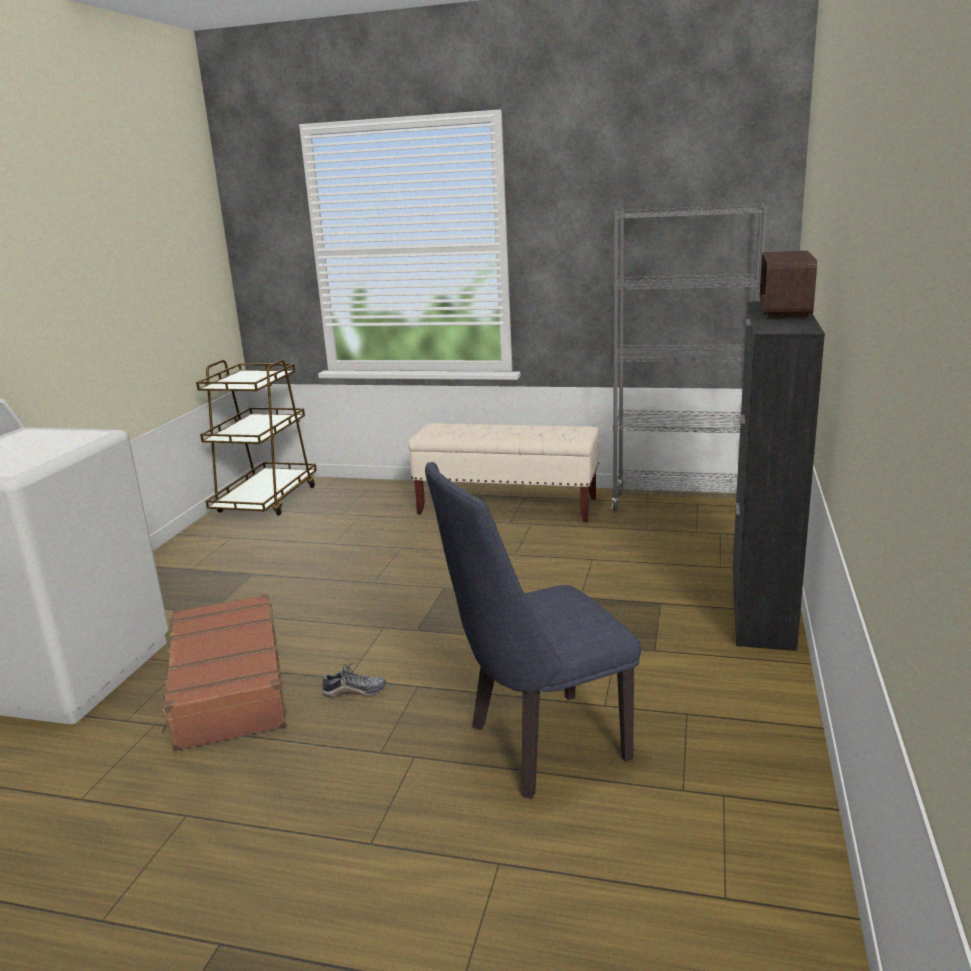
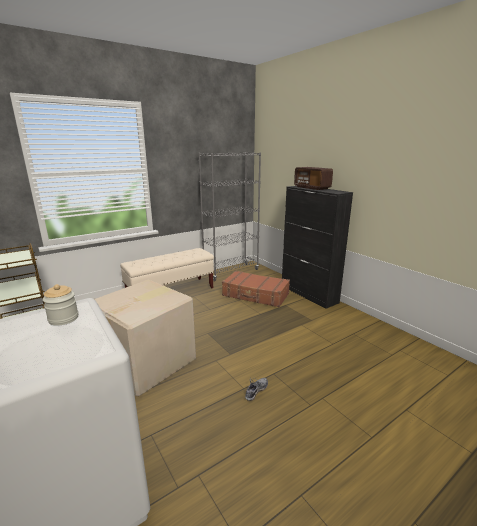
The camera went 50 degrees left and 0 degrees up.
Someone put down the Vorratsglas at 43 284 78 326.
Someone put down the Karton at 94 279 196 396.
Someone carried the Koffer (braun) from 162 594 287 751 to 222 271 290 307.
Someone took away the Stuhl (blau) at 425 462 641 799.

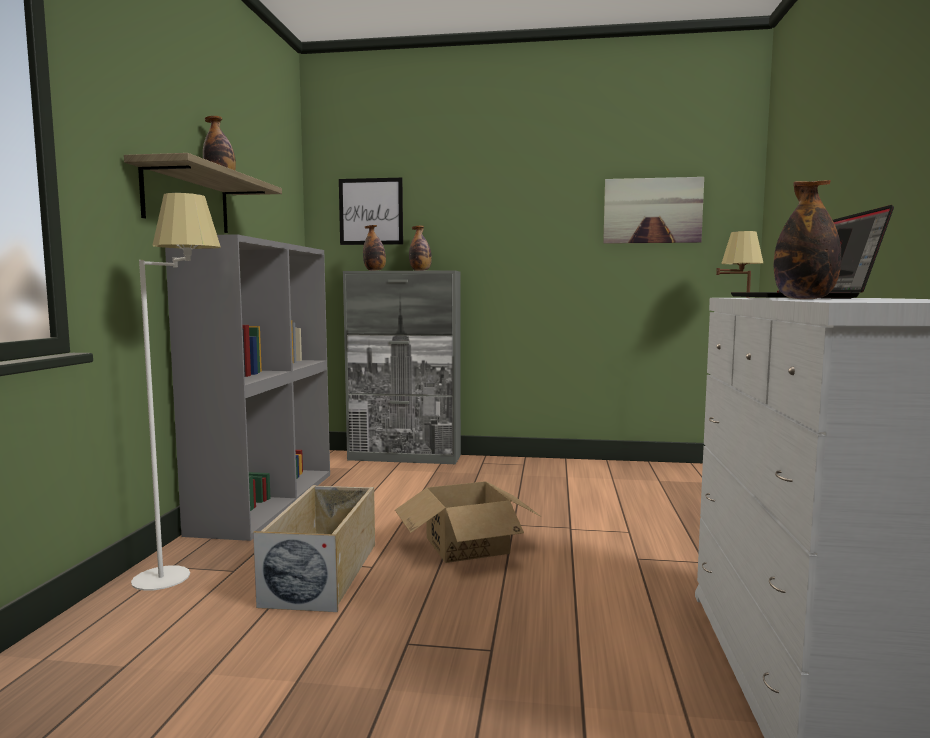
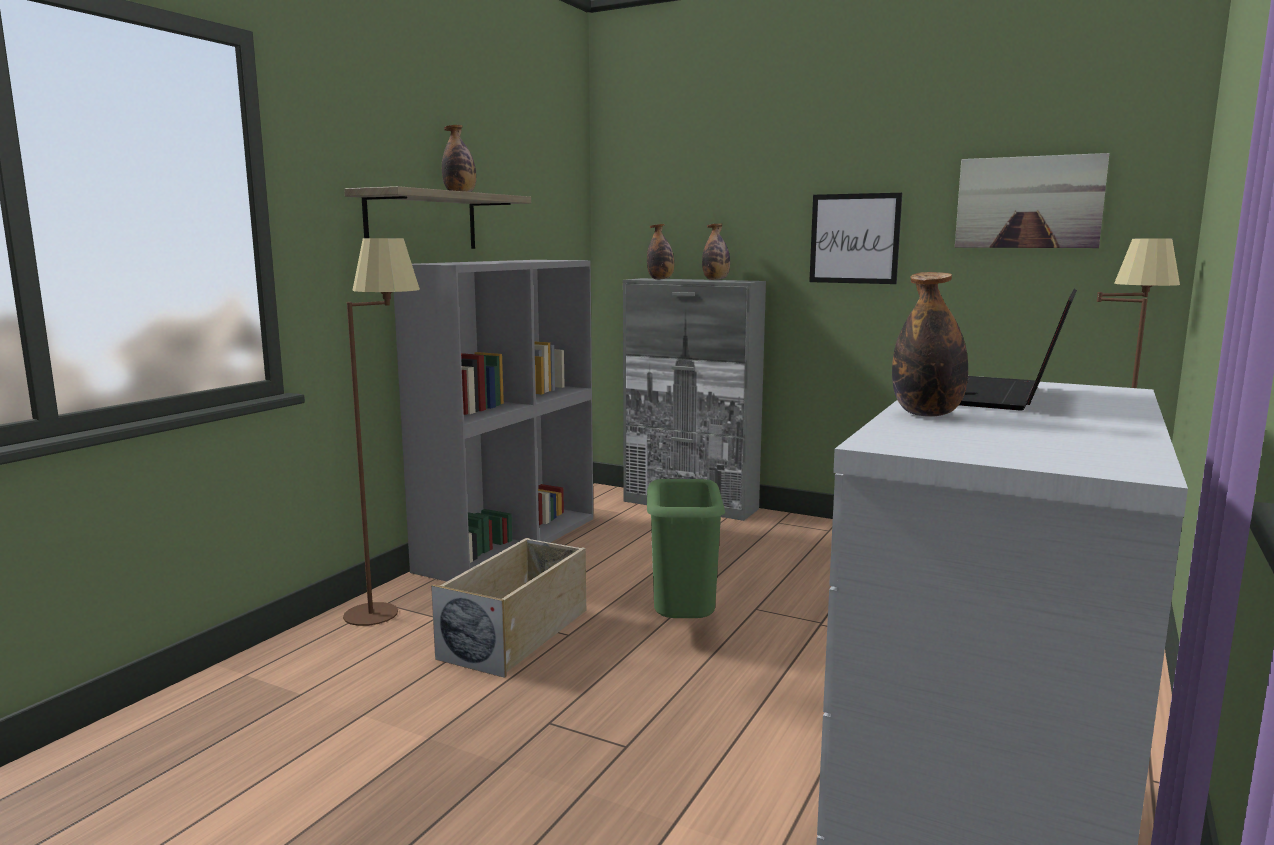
The camera went 20 degrees right and 5 degrees up.
Someone repainted the Stehlampe (weiß) at 131 193 221 591, which became the Stehlampe (braun) at 343 238 420 626.
Someone swapped the Karton at 395 481 540 563 for the Mülleimer (grün) at 647 479 725 618.
Someone carried the Bild from 339 178 403 245 to 809 193 902 284.

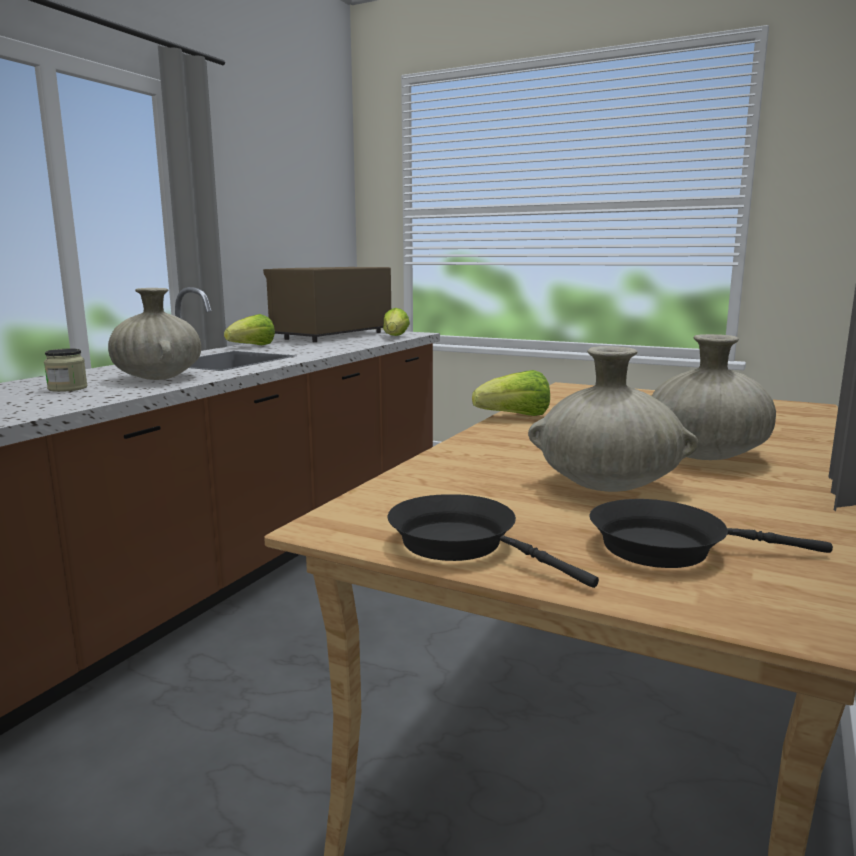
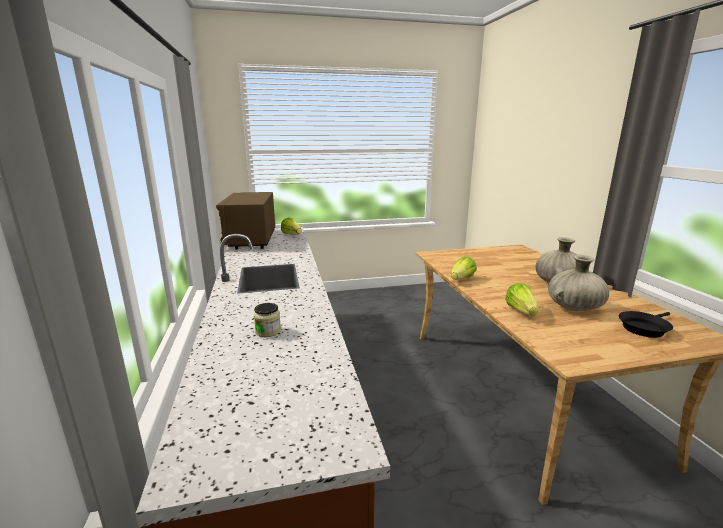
The camera went 40 degrees left and 5 degrees up.
Someone carried the Salatkopf from 224 314 275 345 to 505 283 538 316.
Someone took away the Vase (beige) at 108 288 201 380.
Someone took away the Pfanne (schwarz) at 387 494 599 588.

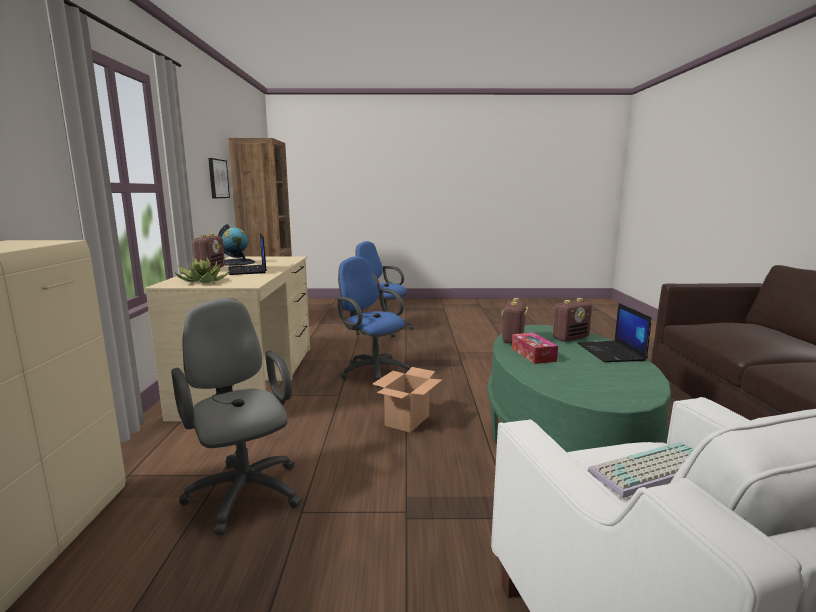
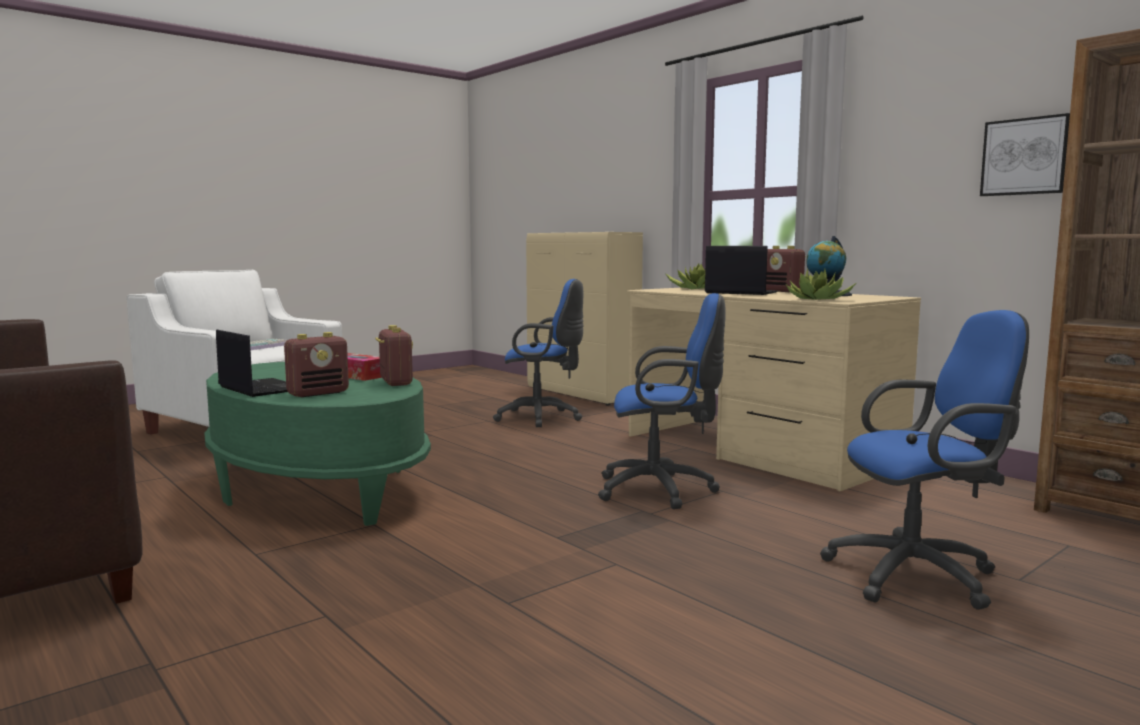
The camera went 140 degrees right and 5 degrees down.
Someone rotated the Radio at 553 298 592 342 by 150 degrees counterclockwise.
Someone repainted the Bürostuhl (grau) at 171 298 301 535, which became the Bürostuhl (blau) at 493 279 584 427.
Someone put down the Topfpflanze at 786 268 856 300.
Someone took away the Karton at 373 367 442 433.

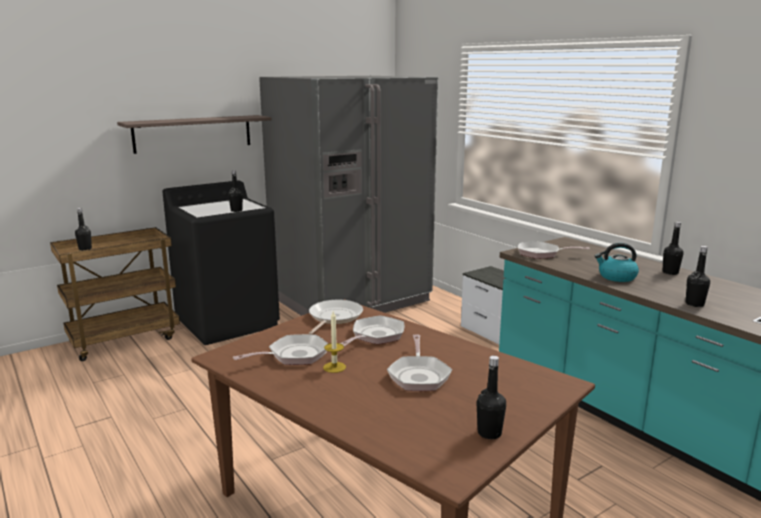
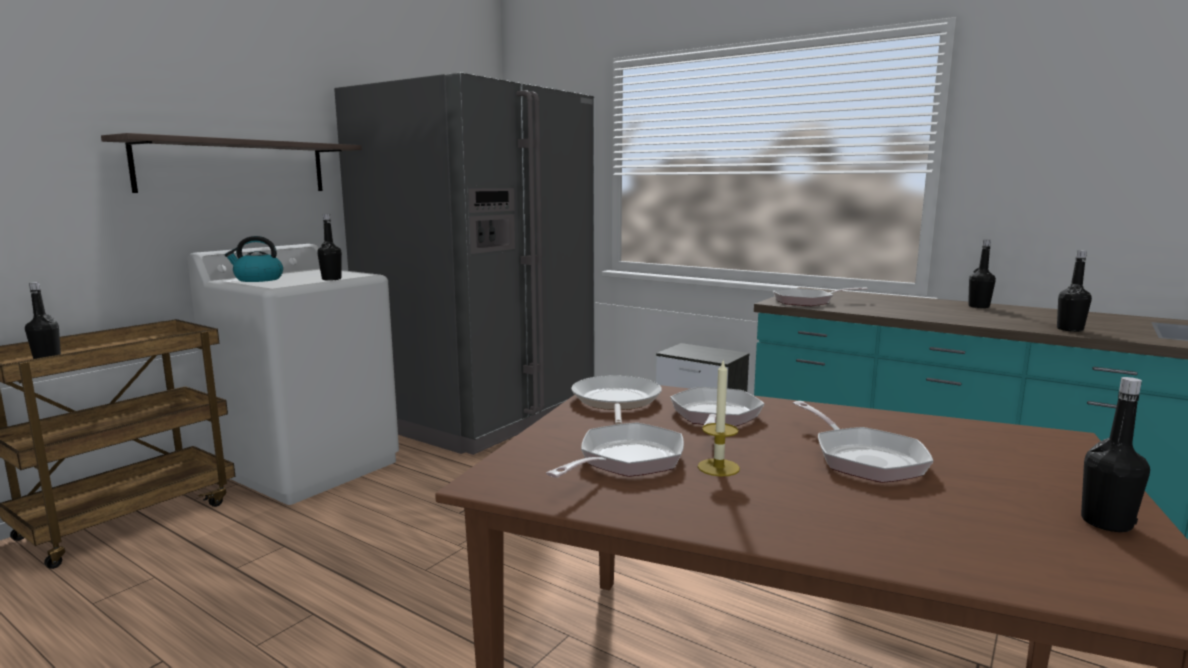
The camera went 20 degrees left and 5 degrees down.
Someone repainted the Waschmaschine (schwarz) at 162 181 280 345, which became the Waschmaschine (weiß) at 187 244 399 505.
Someone carried the Wasserkessel from 595 243 639 282 to 225 236 283 282.

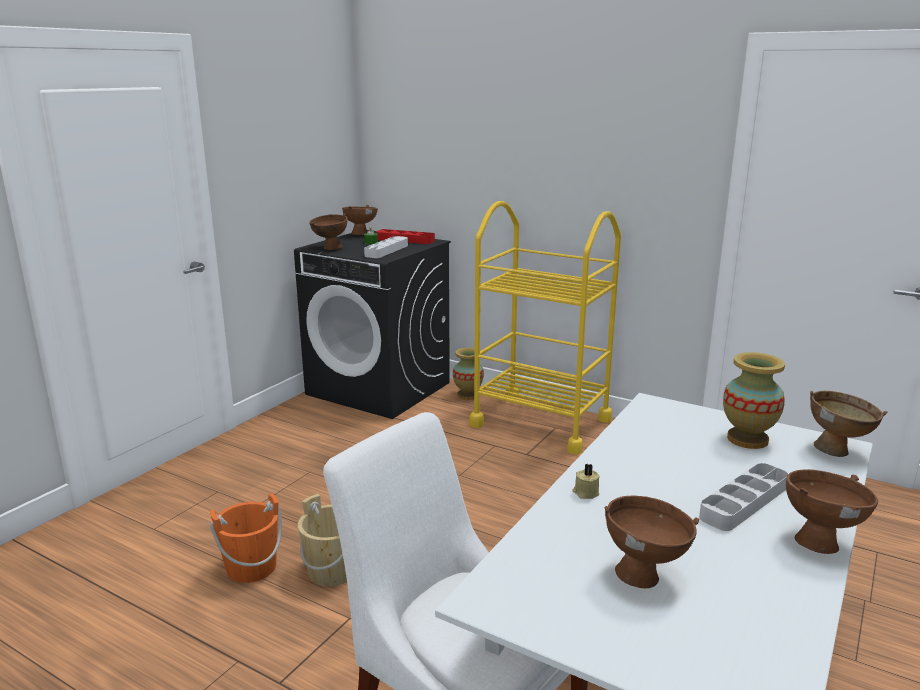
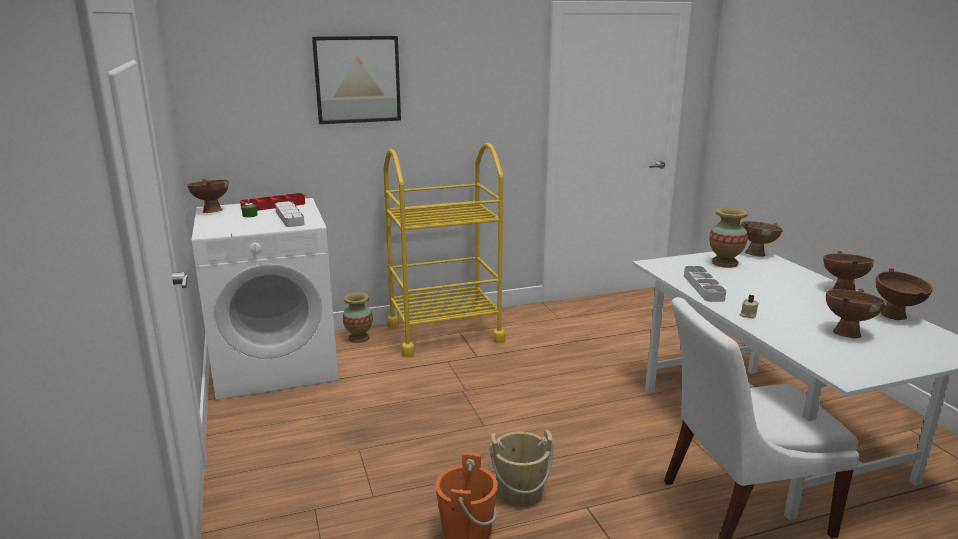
The camera went 50 degrees left and 0 degrees up.
Someone repainted the Waschmaschine (schwarz) at 294 230 451 419, which became the Waschmaschine (weiß) at 192 198 338 400.
Someone put up the Bild at 312 36 401 124.
Someone carried the Tablett (grau) from 699 463 788 531 to 684 266 726 302.
Someone carried the Schüssel (braun) from 309 213 347 250 to 875 268 933 320.

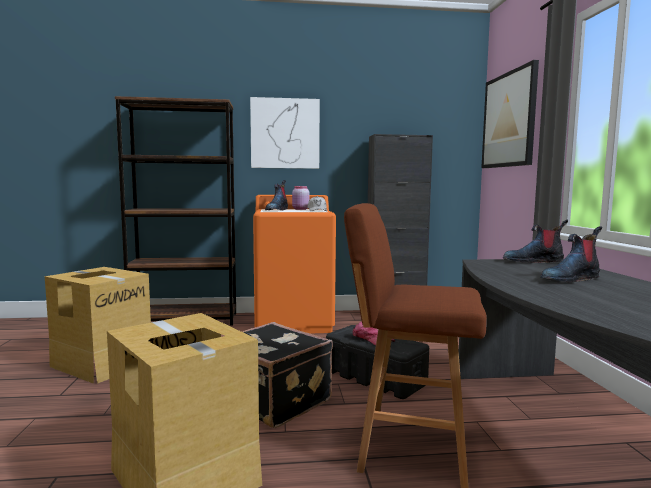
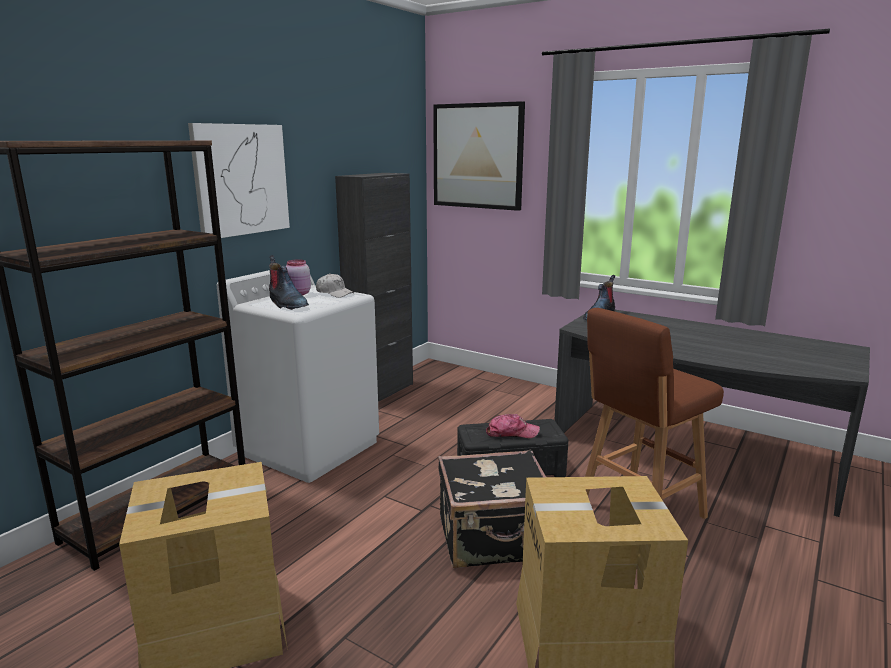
The camera went 50 degrees left and 10 degrees up.
Someone repainted the Waschmaschine (orange) at 253 195 336 334, which became the Waschmaschine (weiß) at 217 270 379 483.
Someone took away the Stiefel at 541 226 602 282.

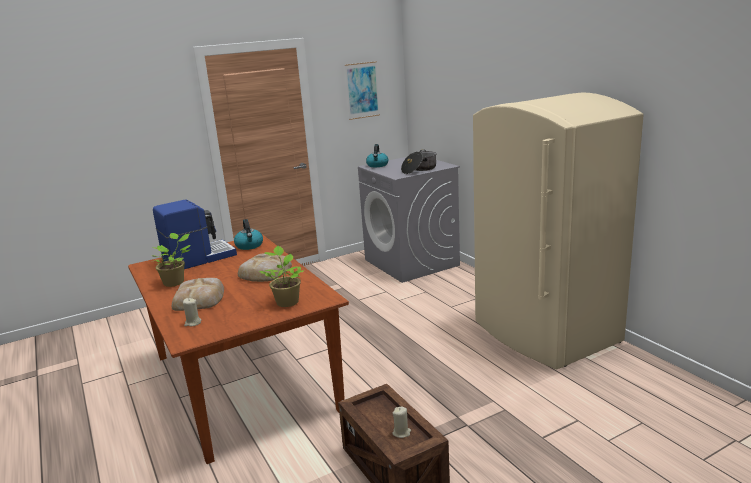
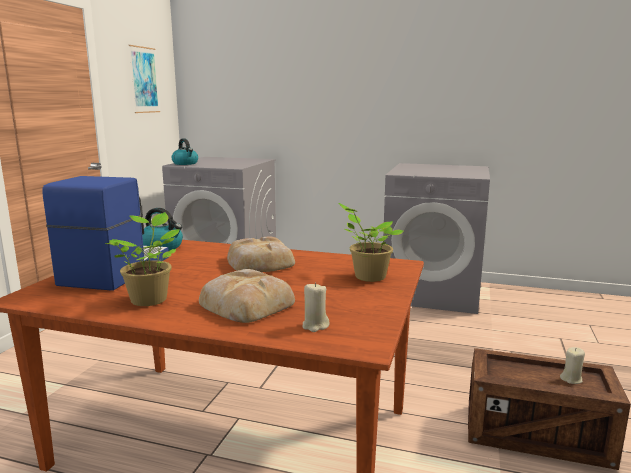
The camera went 45 degrees left and 5 degrees down.
Someone swapped the Kühlschrank (beige) at 473 93 643 369 for the Waschmaschine (grau) at 383 163 490 314.
Someone took away the Kochtopf at 401 150 437 174.

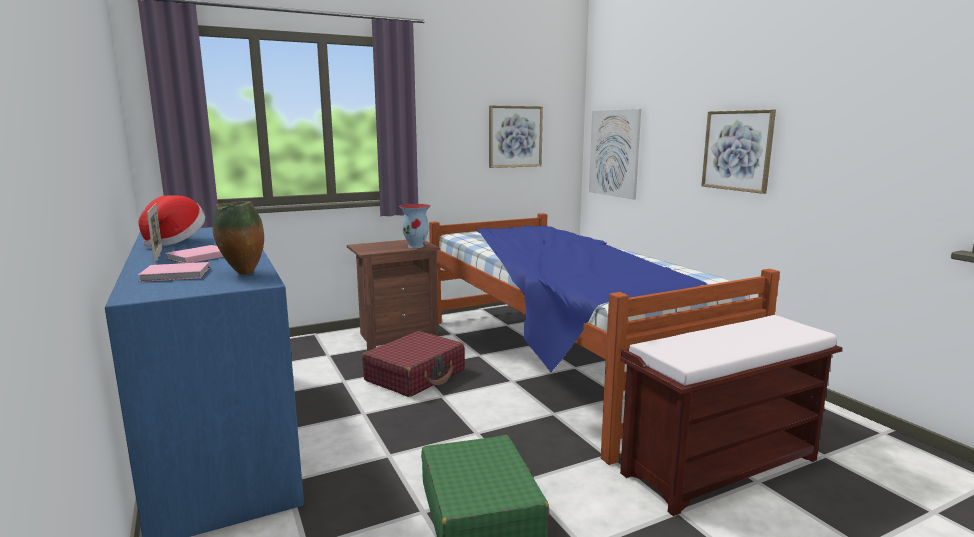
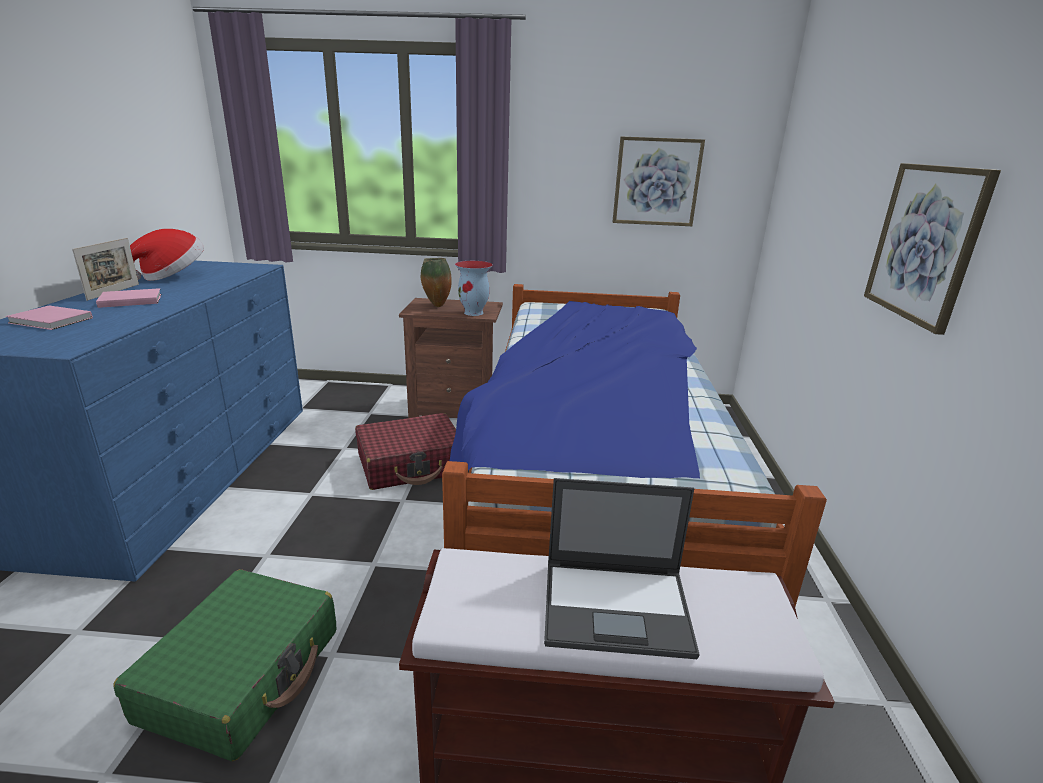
The camera went 30 degrees right and 10 degrees up.
Someone carried the Vase from 213 201 264 275 to 421 258 452 307.
Someone put down the Laptop at 544 478 700 659.
Someone took away the Bild at 589 109 641 200.

